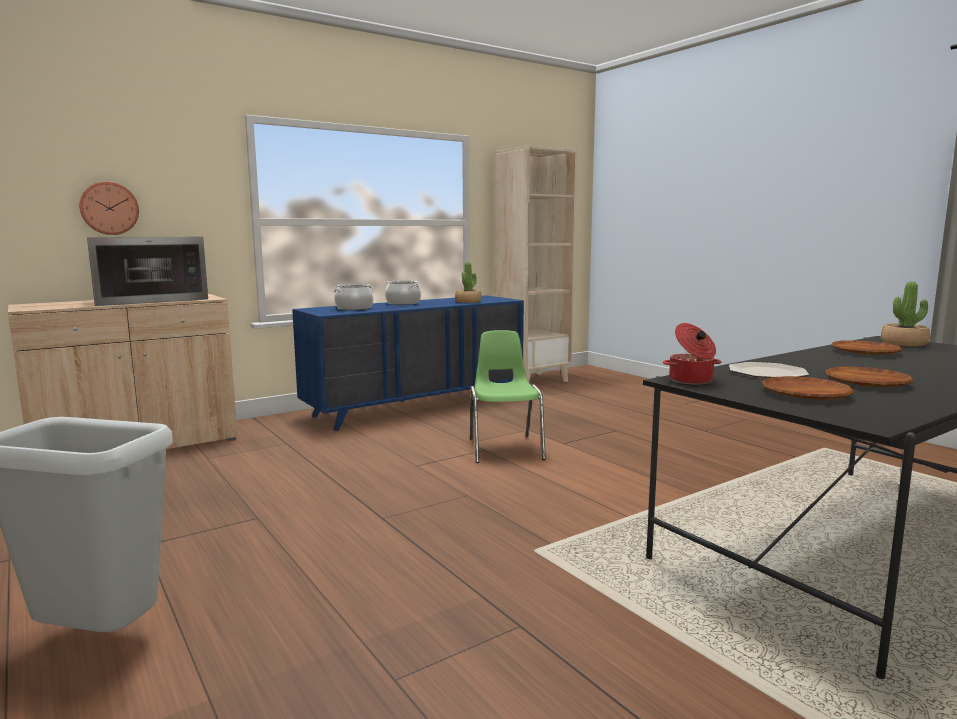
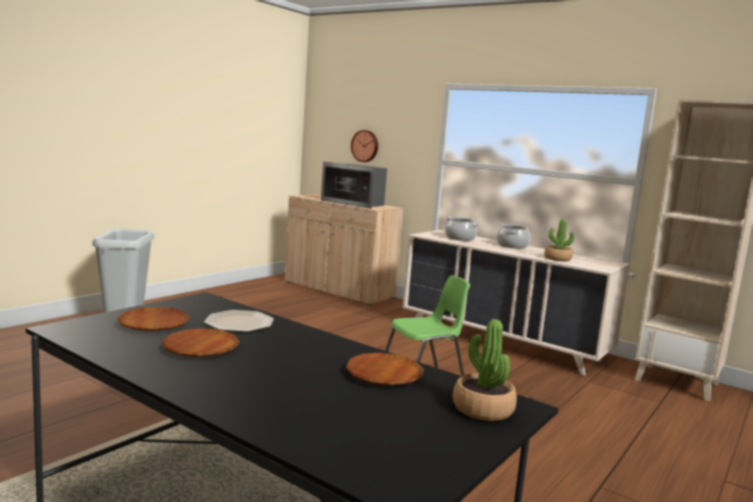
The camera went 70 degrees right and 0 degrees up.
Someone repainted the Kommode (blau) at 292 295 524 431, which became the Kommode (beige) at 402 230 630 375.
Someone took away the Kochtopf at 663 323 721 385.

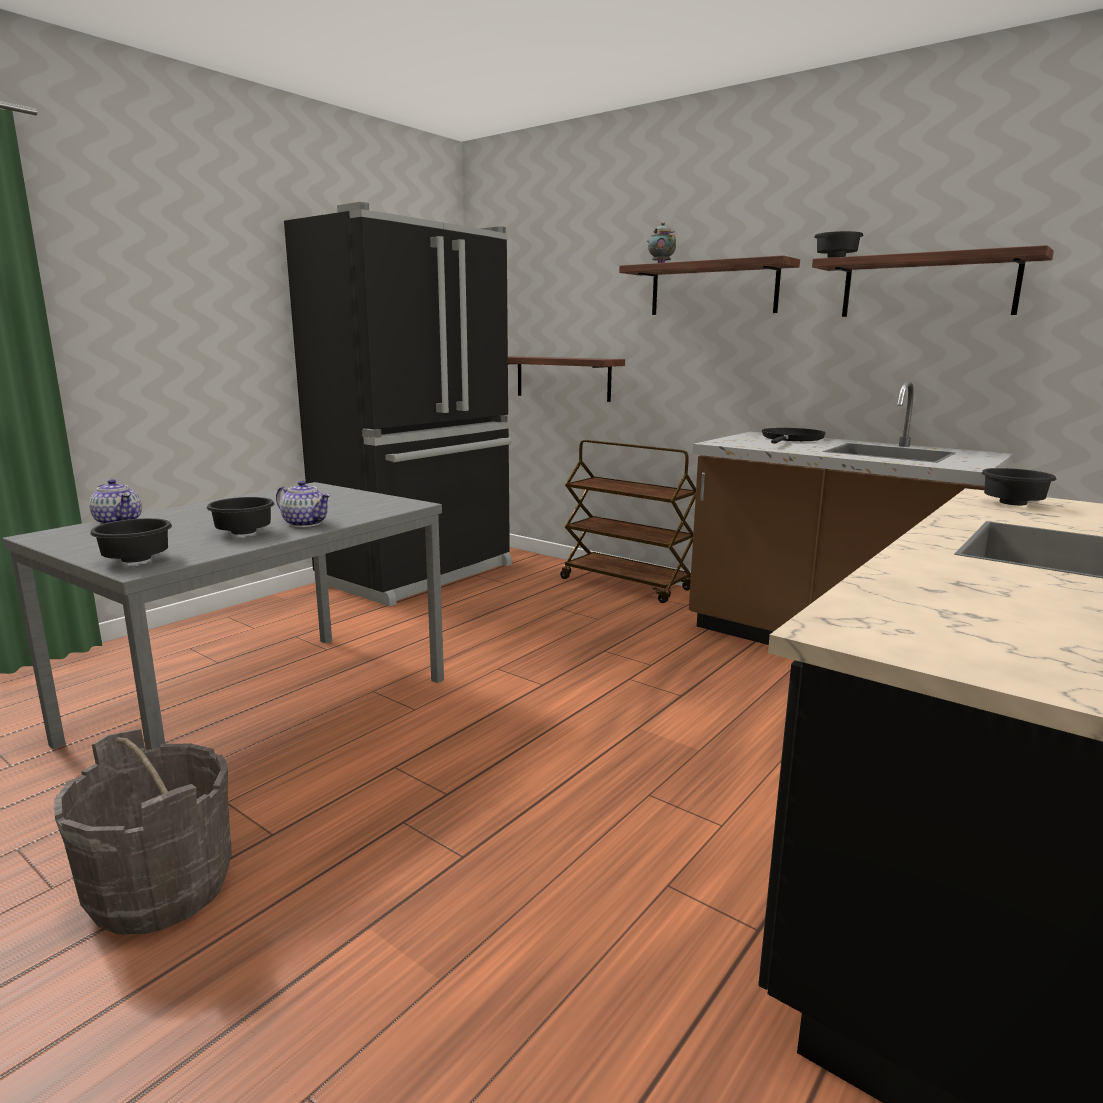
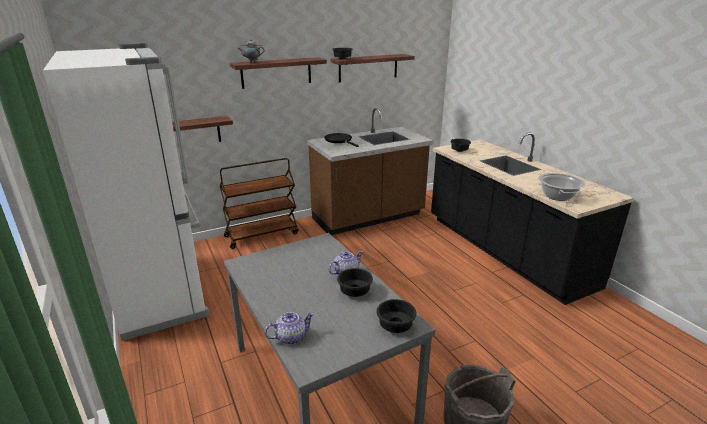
The camera went 65 degrees left and 10 degrees up.
Someone repainted the Kühlschrank (schwarz) at 284 202 512 606, which became the Kühlschrank (weiß) at 43 43 210 341.
Someone put down the Kochtopf at 538 173 585 201.

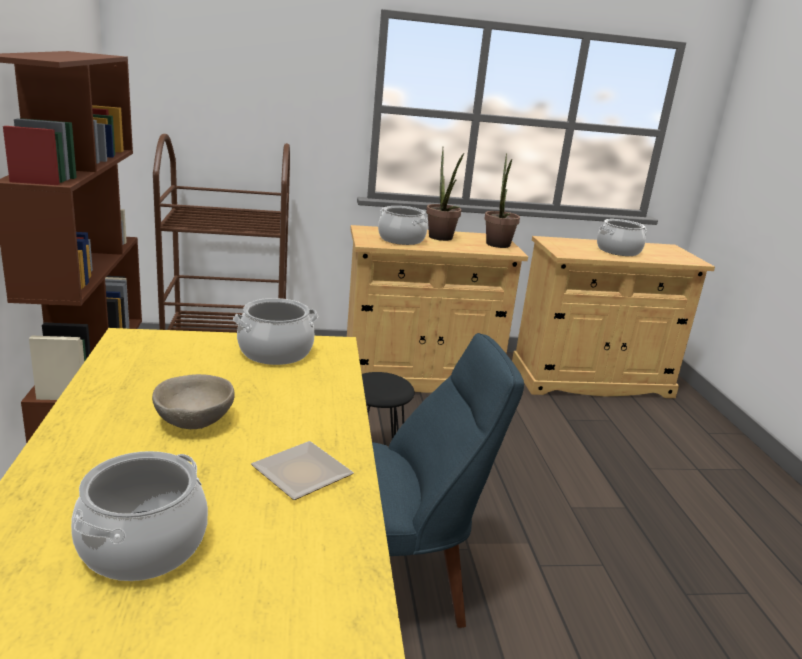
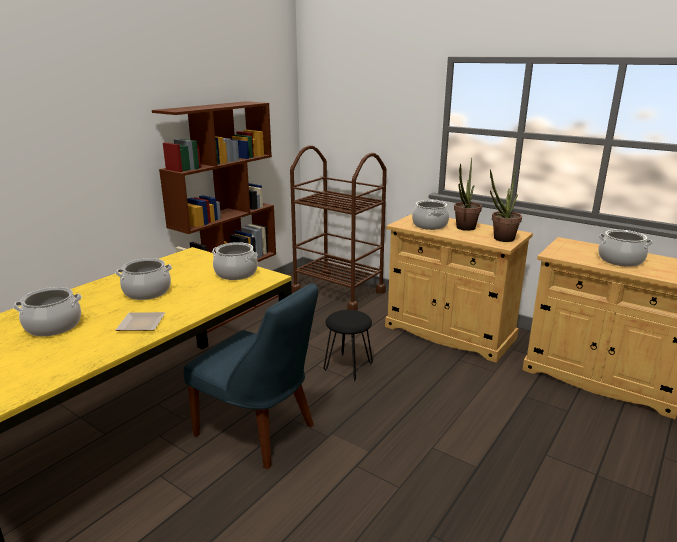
The camera went 45 degrees right and 0 degrees up.
Someone swapped the Schüssel (beige) at 152 374 235 429 for the Kochtopf at 116 258 172 300.

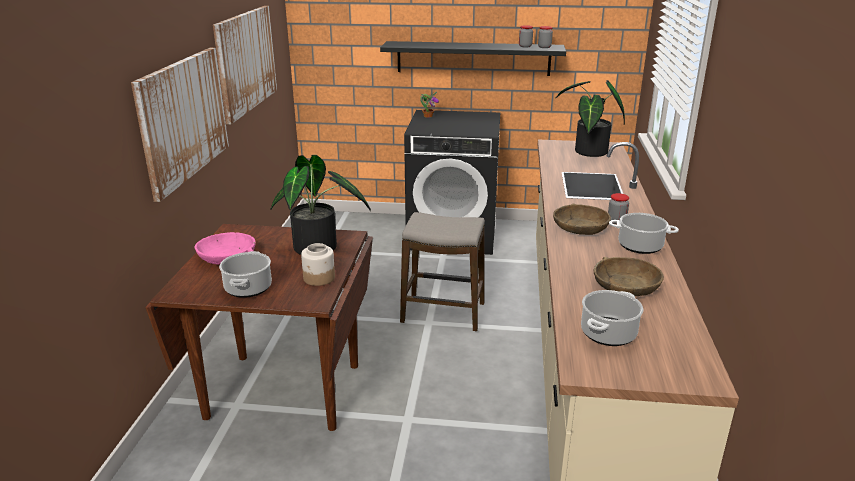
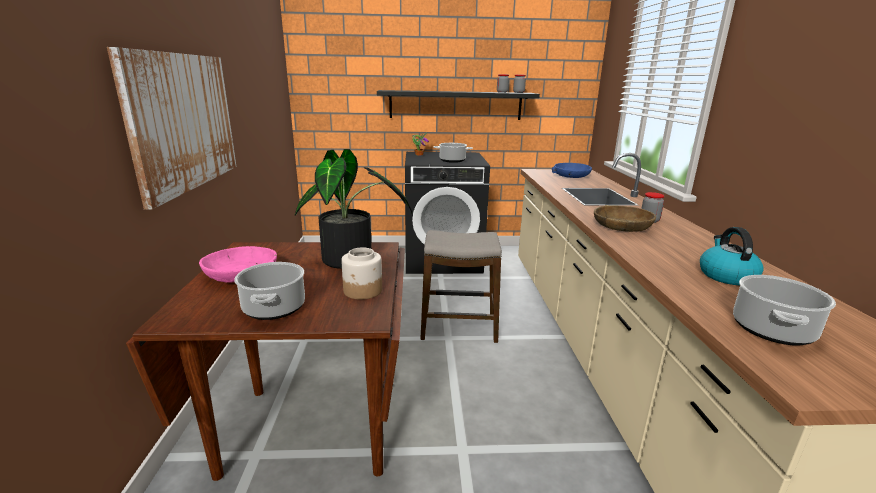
The camera went 10 degrees left and 5 degrees down.
Someone carried the Kochtopf from 609 213 679 254 to 433 143 473 163.
Someone swapped the Topfpflanze at 556 80 625 157 for the Schüssel (blau) at 552 163 592 178.
Someone swapped the Schüssel (braun) at 594 257 664 296 for the Wasserkessel at 700 227 764 285.
Someone took away the Bild at 213 6 277 124.

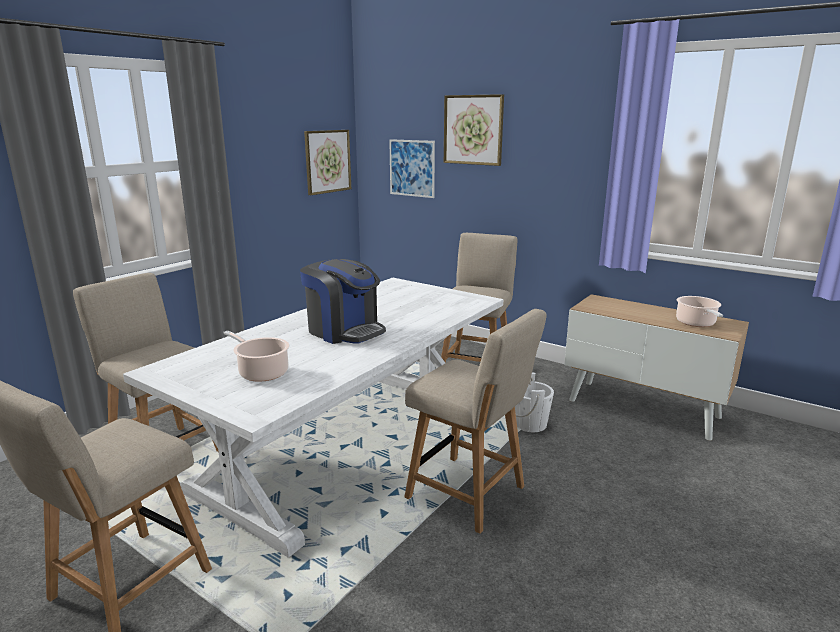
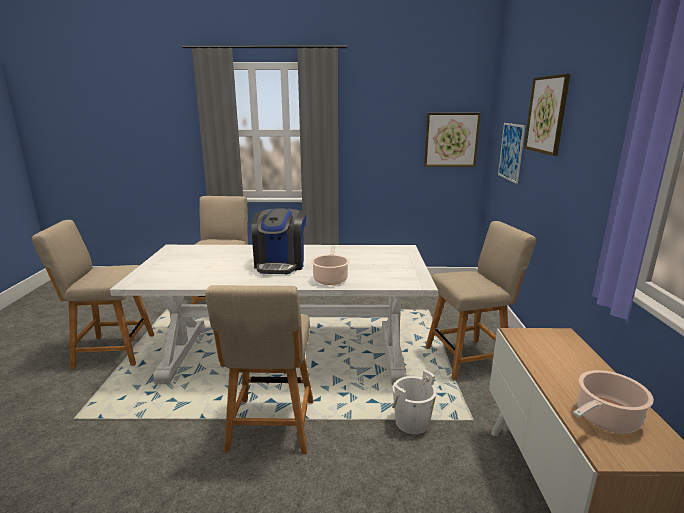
The camera went 55 degrees right and 0 degrees up.
Someone carried the Kochtopf from 223 331 289 382 to 311 246 350 285.

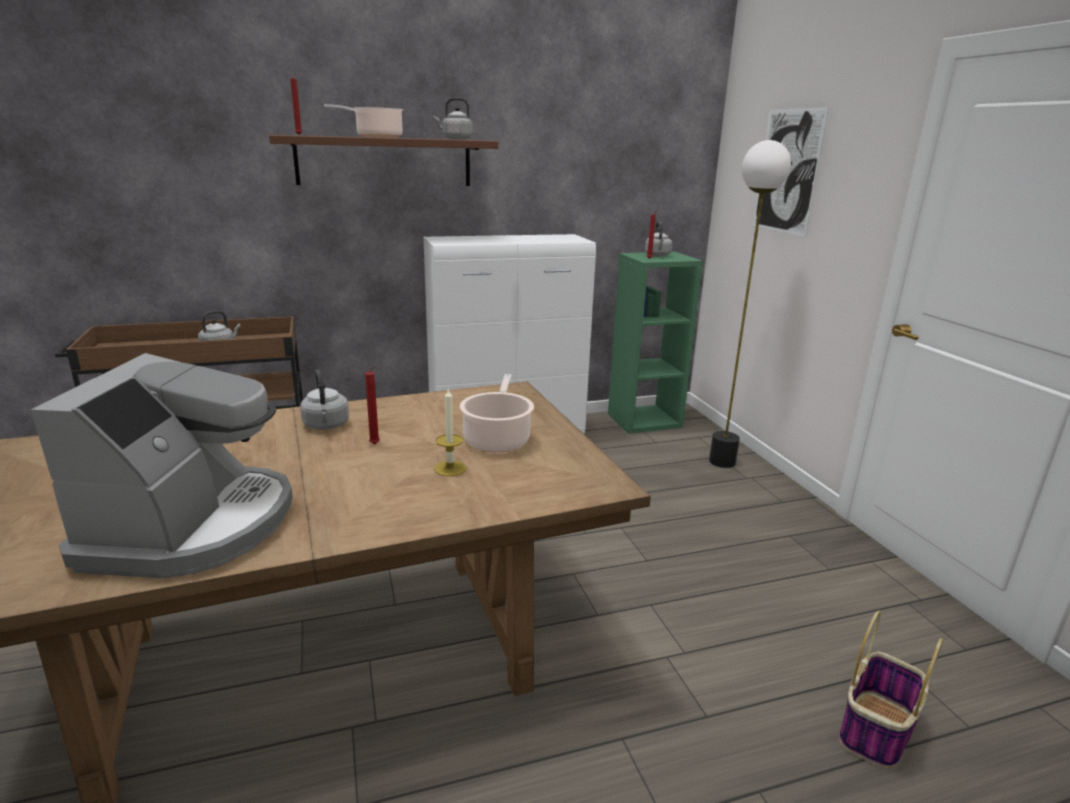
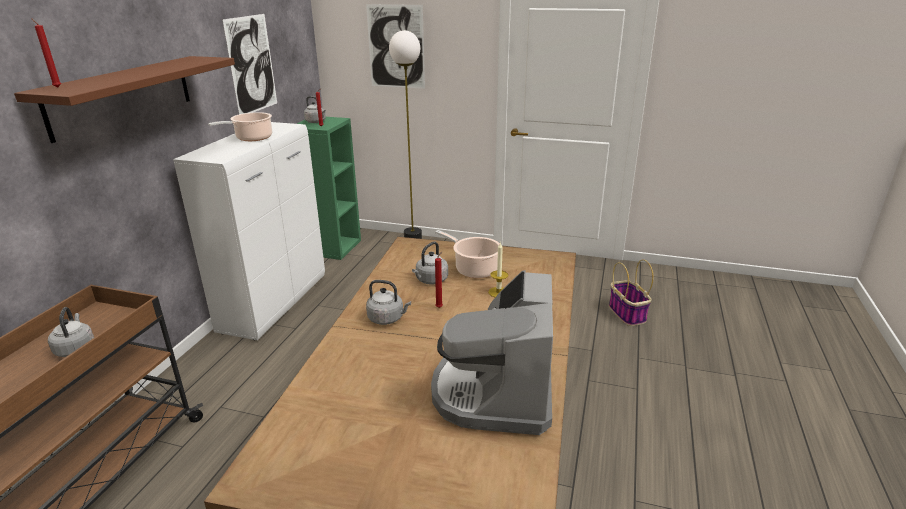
The camera went 55 degrees left and 5 degrees up.
Someone carried the Kochtopf from 324 104 404 138 to 208 112 272 141.
Someone put up the Bild at 222 14 277 114.
Someone carried the Wasserkessel (grau) from 434 98 473 140 to 412 242 448 285.
Someone rotated the Kaffeemaschine at 31 353 293 578 by 120 degrees counterclockwise.

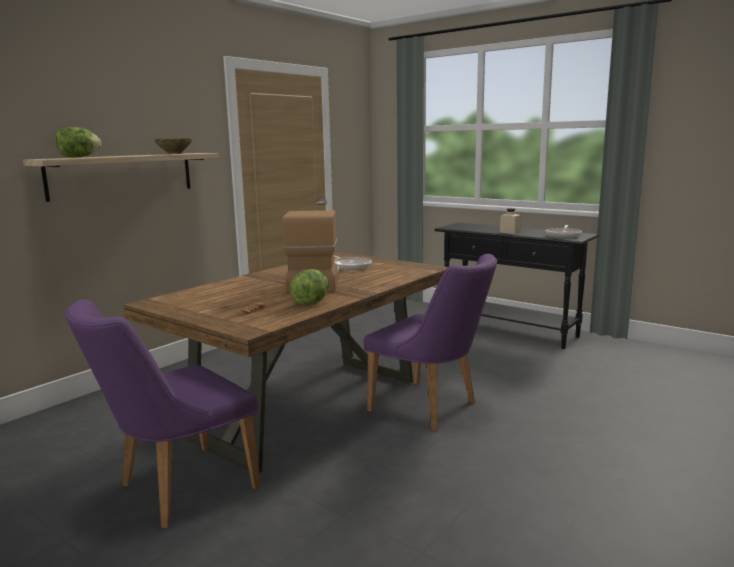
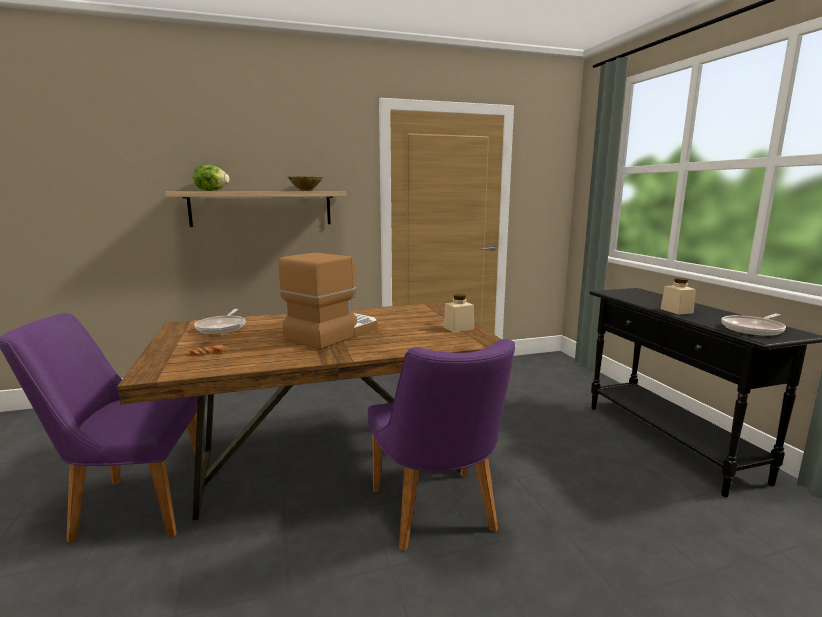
The camera went 35 degrees right and 0 degrees up.
Someone carried the Pfanne from 334 255 372 270 to 194 309 245 334.
Someone put down the Vorratsglas (beige) at 444 294 474 332.
Someone took away the Salatkopf at 290 269 329 305.

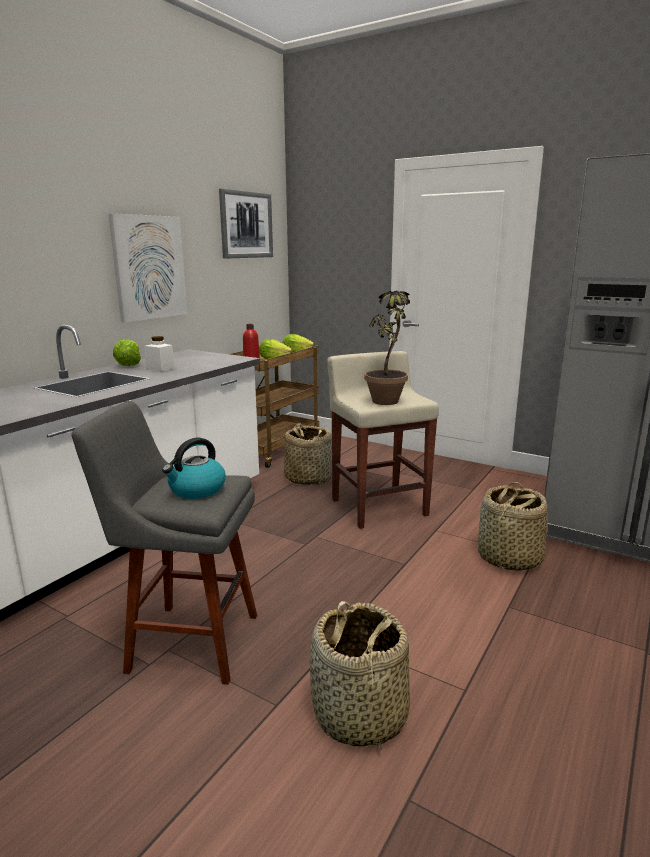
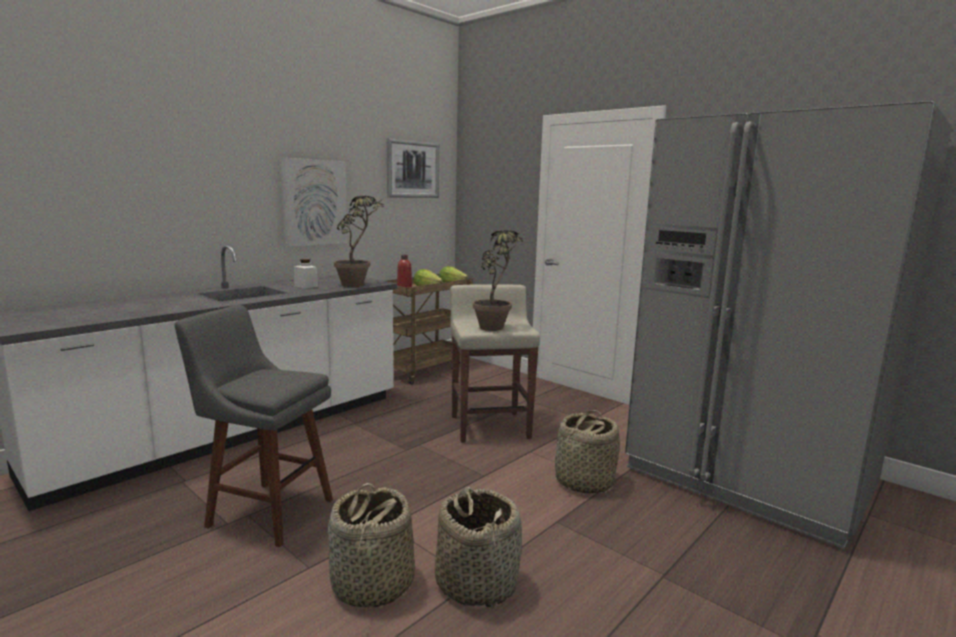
The camera went 10 degrees right and 5 degrees down.
Someone put down the Topfpflanze at 334 196 384 287.
Someone carried the Korb from 284 423 332 485 to 435 487 522 607.
Someone took away the Salatkopf at 113 339 141 366.
Someone took away the Wasserkessel at 162 438 226 499.

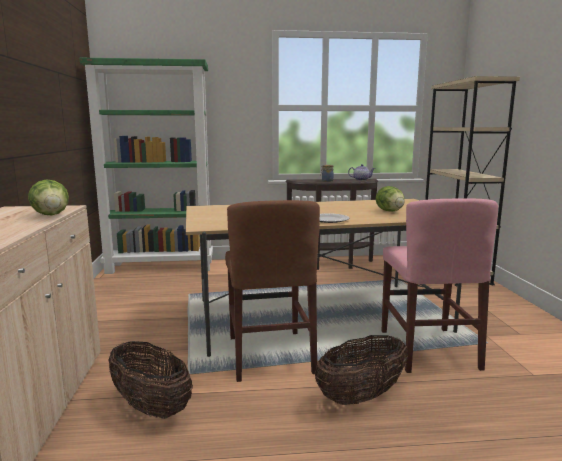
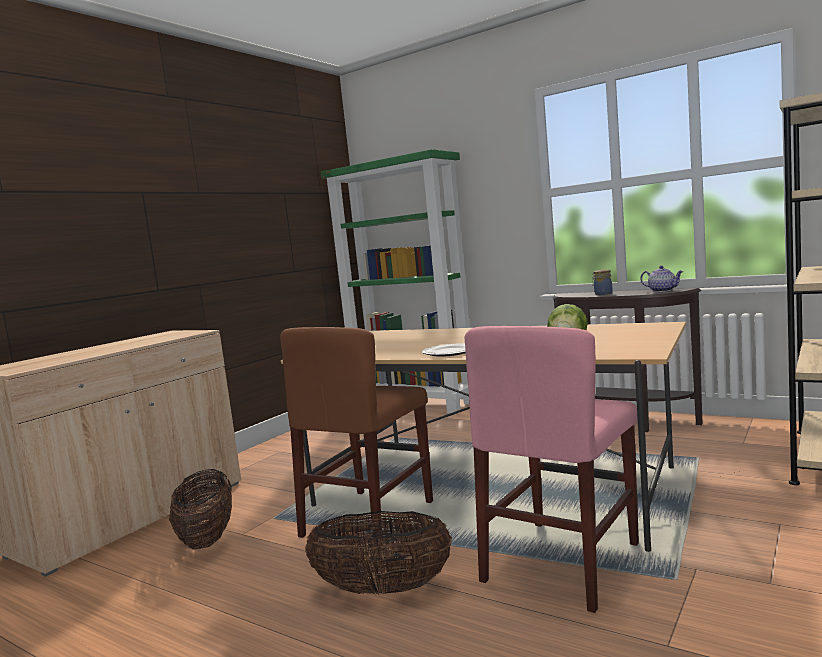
The camera went 40 degrees right and 5 degrees down.
Someone took away the Salatkopf at 28 180 69 215.

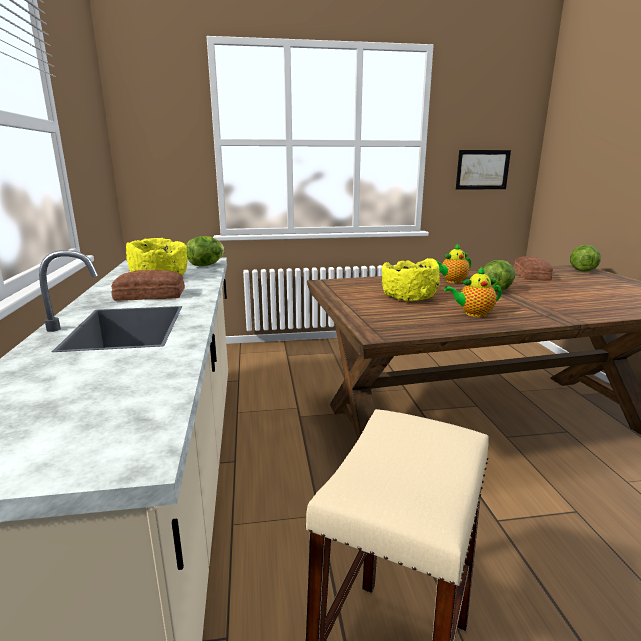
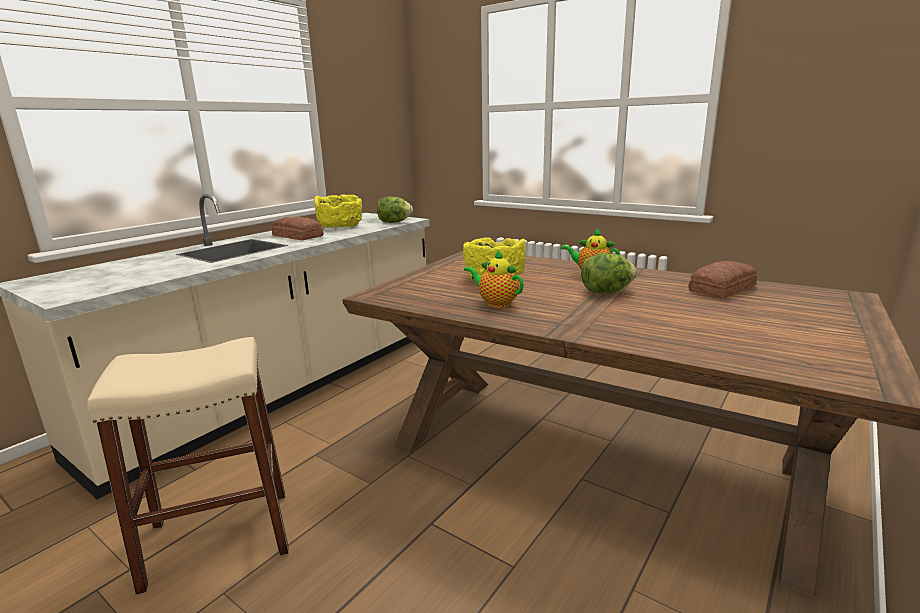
The camera went 45 degrees right and 0 degrees up.
Someone took away the Bild at 456 150 511 190.
Someone took away the Salatkopf at 570 245 601 272.

